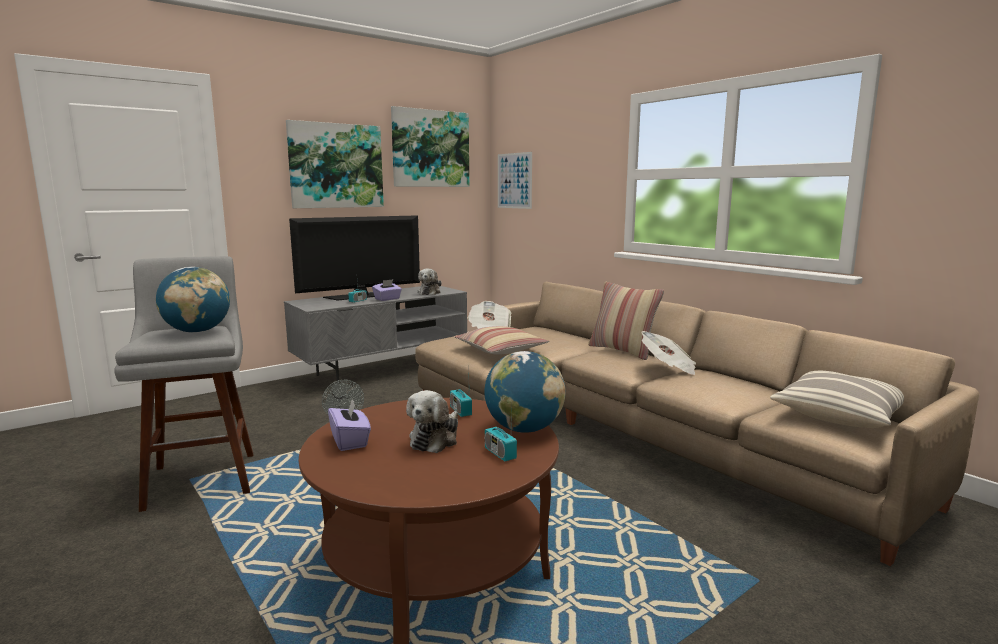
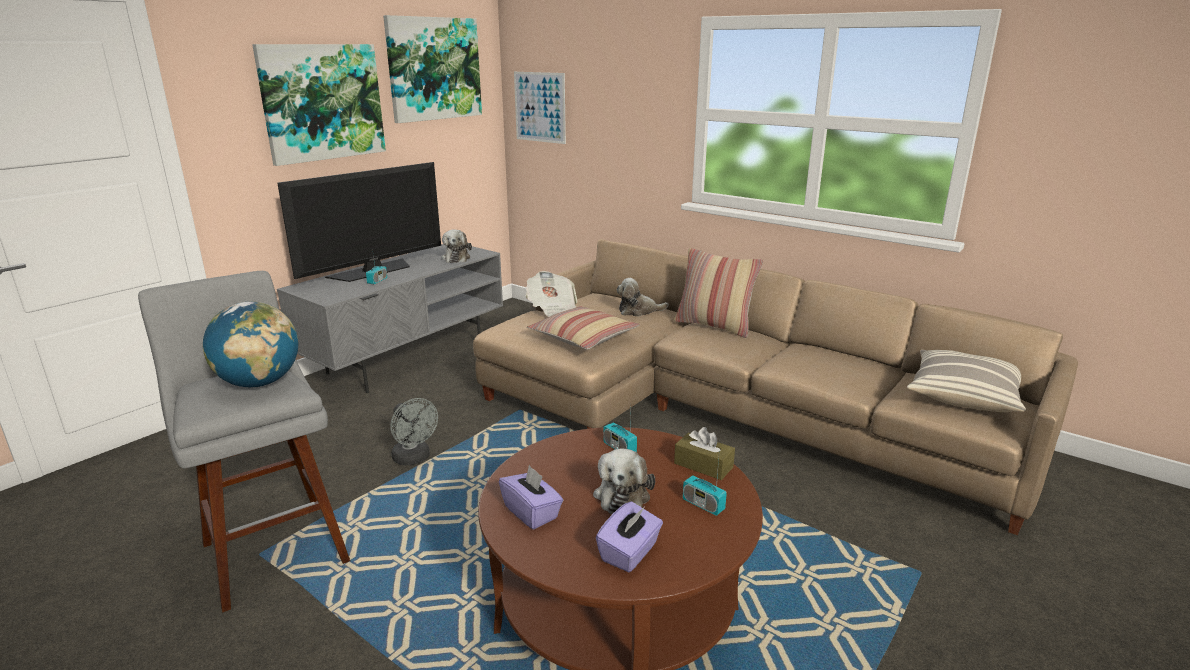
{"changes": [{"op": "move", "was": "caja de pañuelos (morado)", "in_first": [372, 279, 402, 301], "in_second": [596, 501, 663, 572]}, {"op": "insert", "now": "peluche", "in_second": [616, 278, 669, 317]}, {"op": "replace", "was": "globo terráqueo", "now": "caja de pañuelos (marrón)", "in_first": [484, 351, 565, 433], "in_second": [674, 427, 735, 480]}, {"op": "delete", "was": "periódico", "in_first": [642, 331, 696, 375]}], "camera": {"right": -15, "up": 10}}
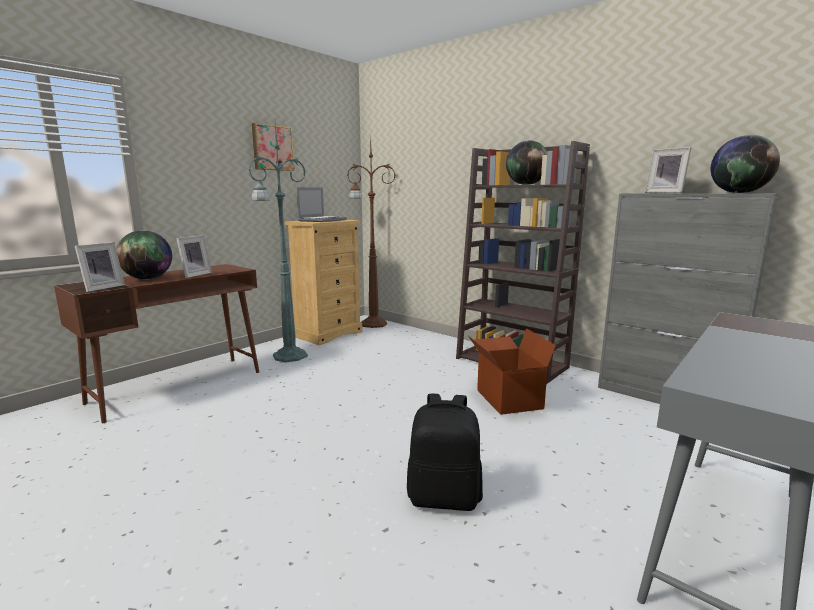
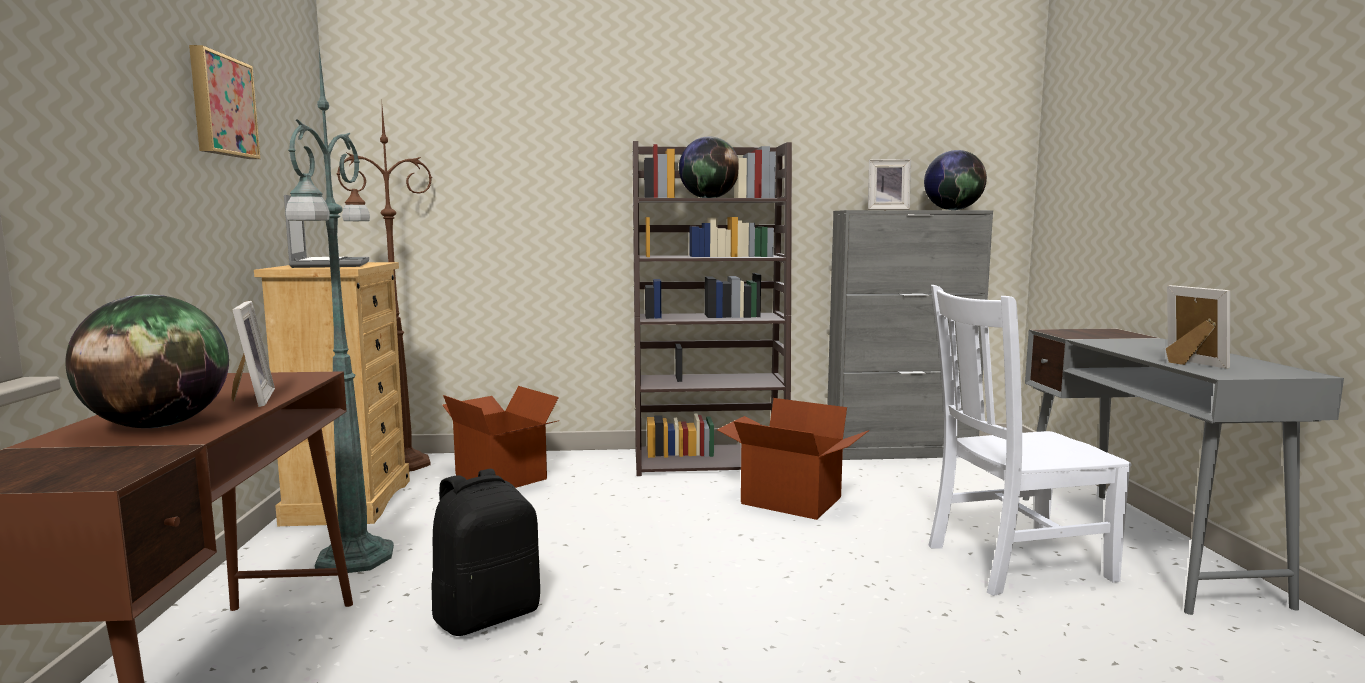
{"changes": [{"op": "move", "was": "mochila (negro)", "in_first": [407, 394, 483, 511], "in_second": [431, 469, 540, 636]}, {"op": "insert", "now": "caja de cartón", "in_second": [442, 386, 559, 488]}, {"op": "insert", "now": "silla (blanco)", "in_second": [929, 285, 1132, 596]}, {"op": "move", "was": "portarretratos", "in_first": [75, 242, 125, 292], "in_second": [1166, 285, 1230, 369]}], "camera": {"right": -45, "up": -5}}
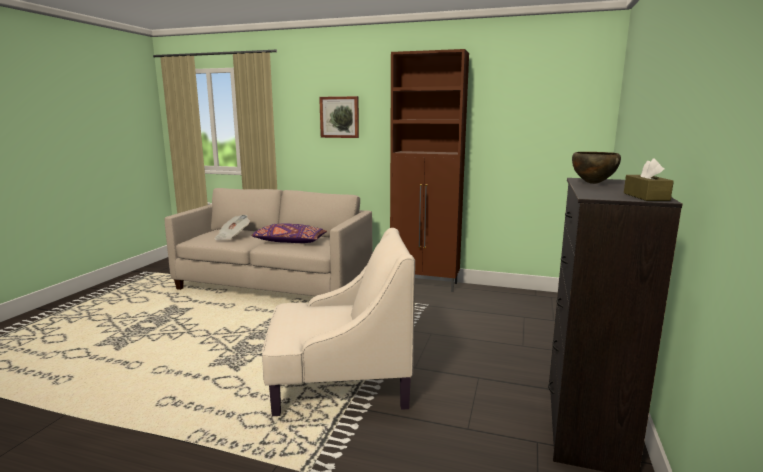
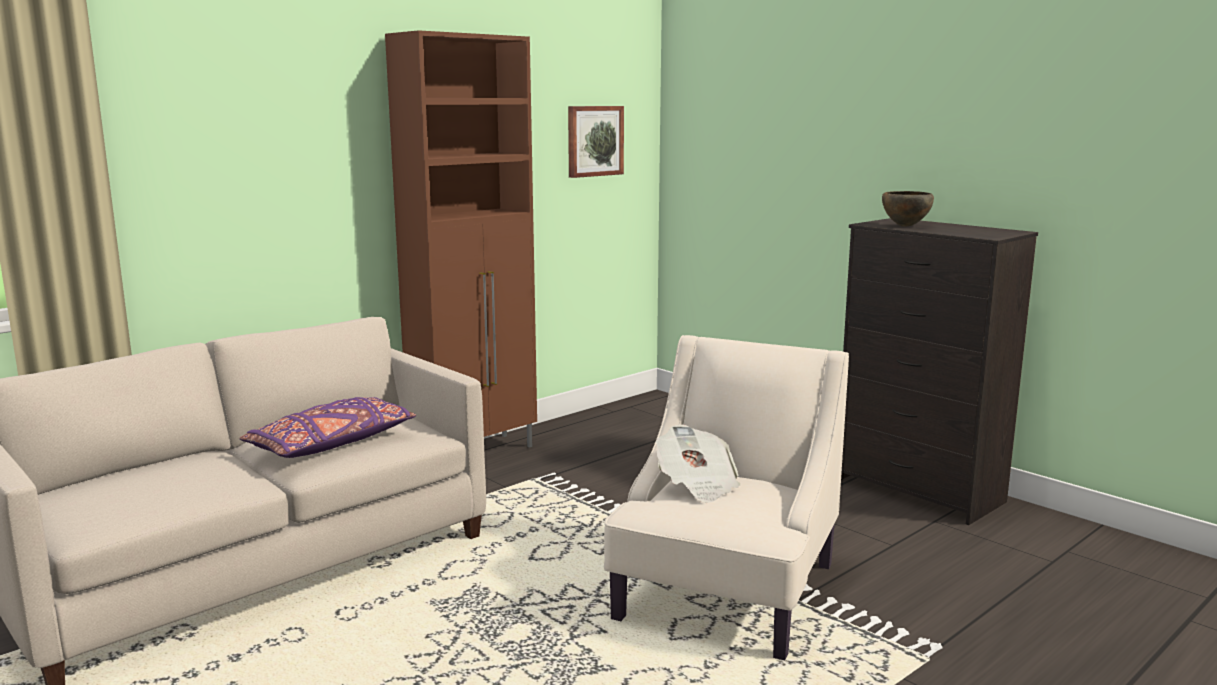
{"changes": [{"op": "move", "was": "cuadro", "in_first": [319, 96, 359, 138], "in_second": [568, 106, 624, 178]}, {"op": "move", "was": "periódico", "in_first": [214, 214, 250, 240], "in_second": [656, 424, 740, 503]}, {"op": "delete", "was": "caja de pañuelos (marrón)", "in_first": [624, 158, 674, 201]}], "camera": {"right": -60, "up": 0}}
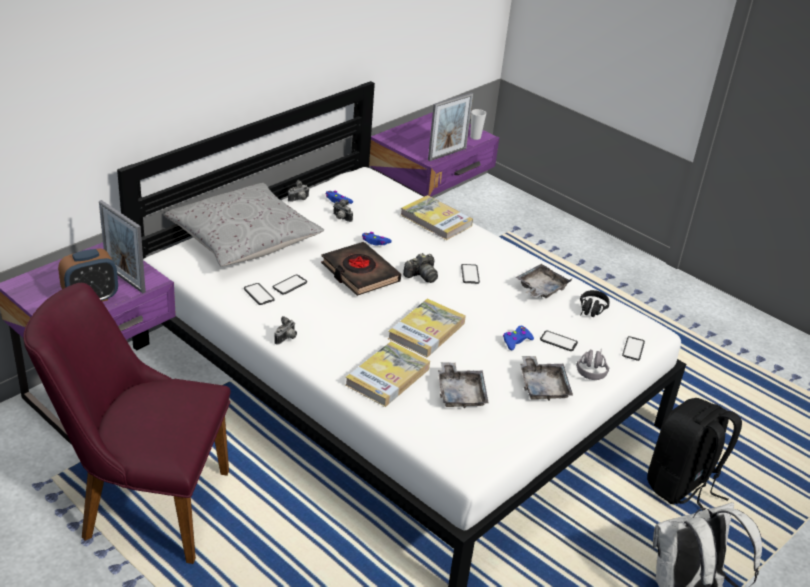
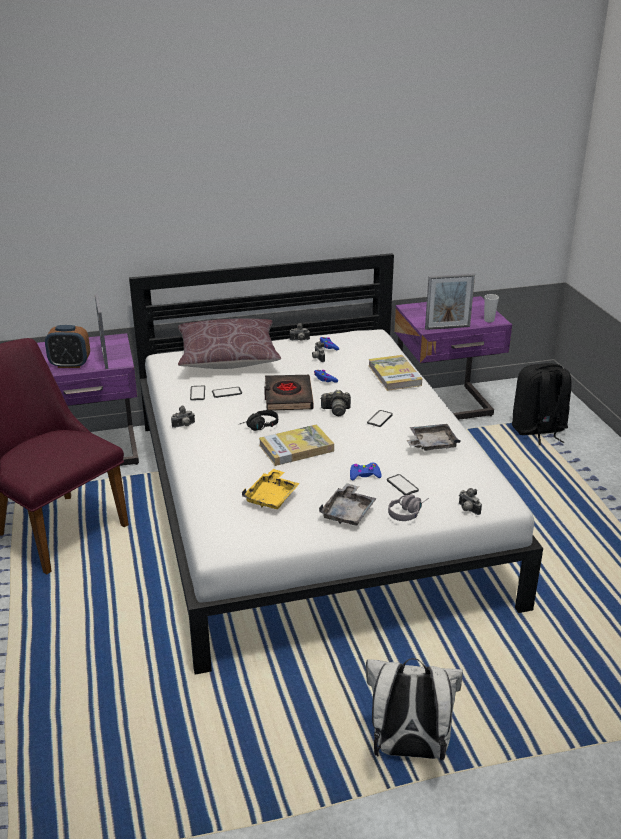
{"changes": [{"op": "recolor", "was": "cojín (gris)", "now": "cojín (marrón)", "in_first": [164, 183, 324, 267], "in_second": [178, 318, 281, 369]}, {"op": "move", "was": "auriculares (negro)", "in_first": [580, 290, 609, 317], "in_second": [238, 410, 278, 431]}, {"op": "recolor", "was": "bandeja (gris)", "now": "bandeja (amarillo)", "in_first": [438, 362, 489, 408], "in_second": [242, 469, 300, 509]}, {"op": "replace", "was": "móvil", "now": "cámara", "in_first": [622, 336, 645, 361], "in_second": [459, 488, 482, 515]}, {"op": "move", "was": "mochila (negro)", "in_first": [647, 398, 742, 510], "in_second": [512, 363, 571, 445]}, {"op": "delete", "was": "libro", "in_first": [345, 341, 430, 407]}], "camera": {"right": 35, "up": -5}}
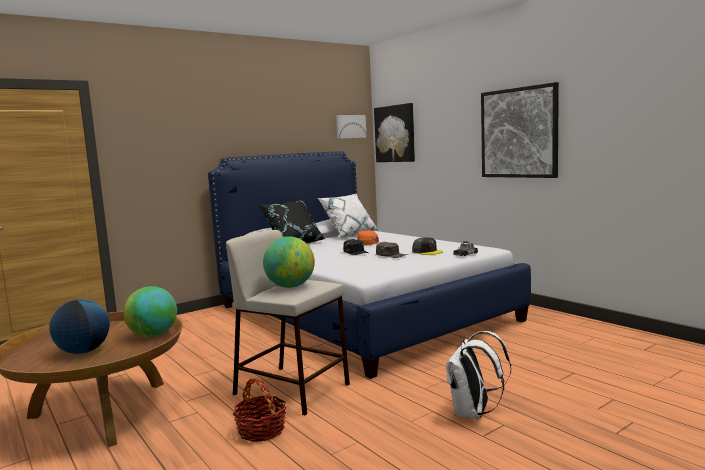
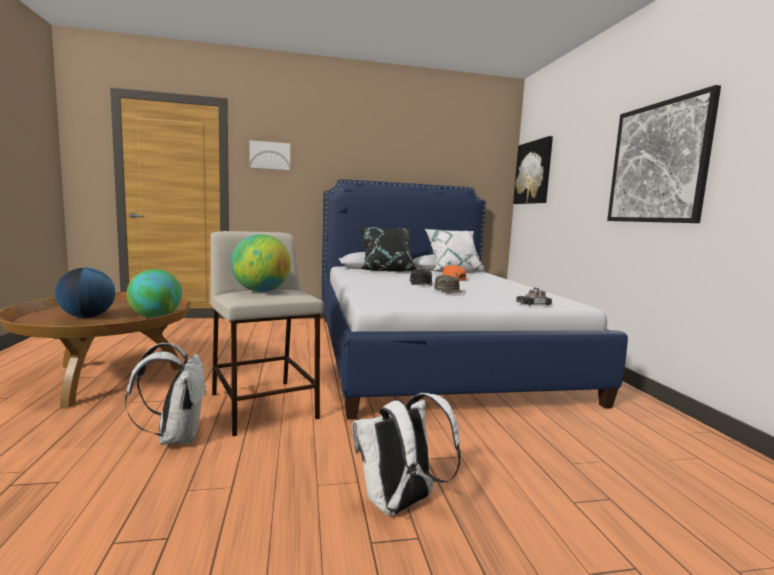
{"changes": [{"op": "replace", "was": "cesta", "now": "mochila (blanco)", "in_first": [233, 377, 286, 442], "in_second": [125, 343, 206, 445]}, {"op": "move", "was": "cuadro", "in_first": [336, 115, 367, 139], "in_second": [249, 140, 291, 171]}, {"op": "delete", "was": "gorra (gris)", "in_first": [412, 237, 443, 255]}], "camera": {"right": 25, "up": 0}}
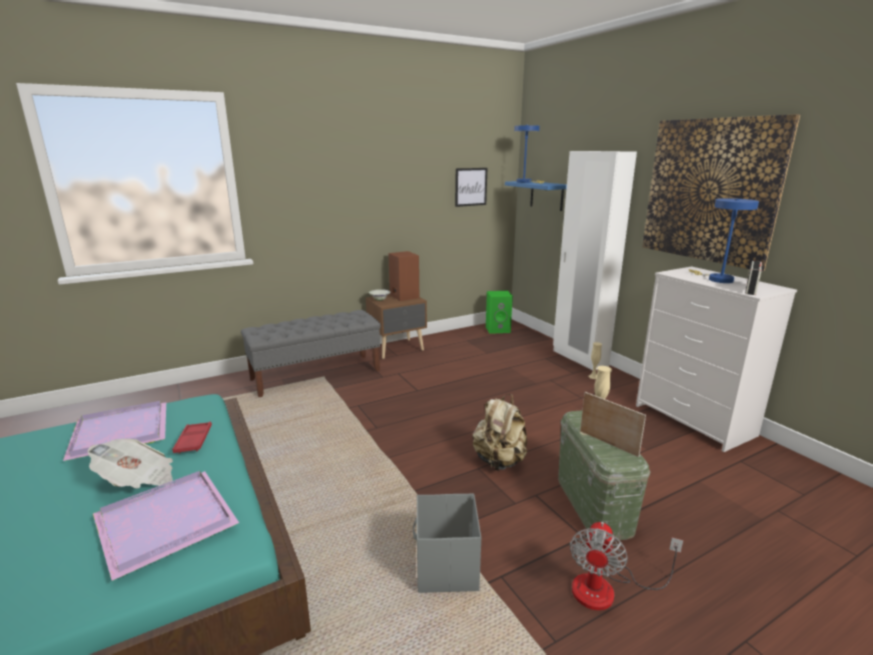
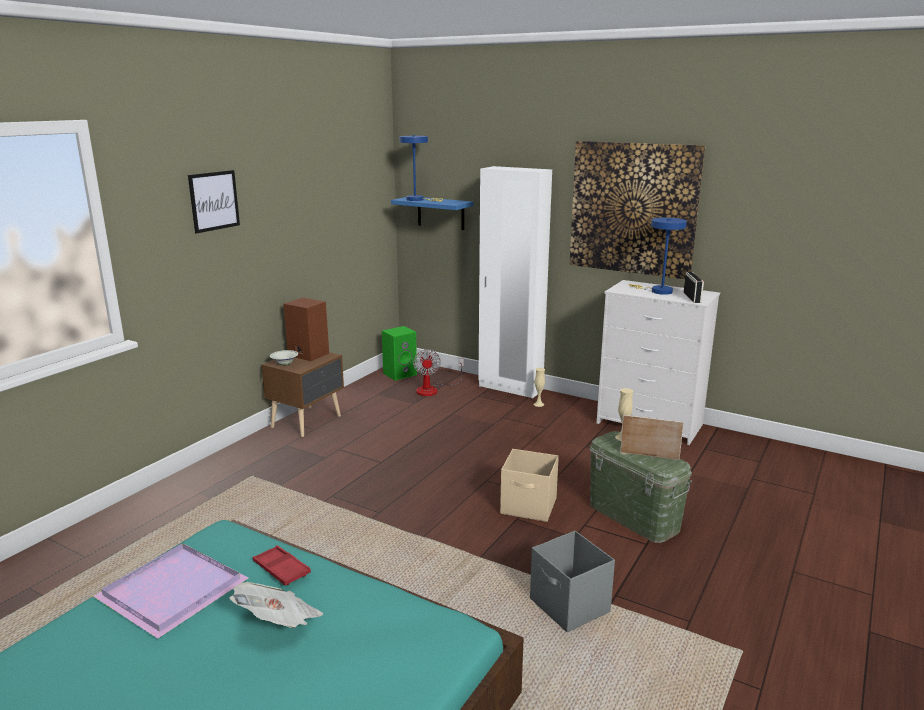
{"changes": [{"op": "move", "was": "cuadro", "in_first": [455, 168, 487, 207], "in_second": [188, 170, 240, 234]}, {"op": "move", "was": "ventilador", "in_first": [570, 522, 683, 610], "in_second": [413, 349, 464, 396]}, {"op": "replace", "was": "mochila (beis)", "now": "caja de almacenaje (beis)", "in_first": [472, 394, 527, 471], "in_second": [500, 449, 559, 522]}, {"op": "delete", "was": "bandeja (morado)", "in_first": [93, 471, 239, 581]}, {"op": "delete", "was": "banco (gris)", "in_first": [241, 310, 381, 397]}], "camera": {"right": -30, "up": 0}}
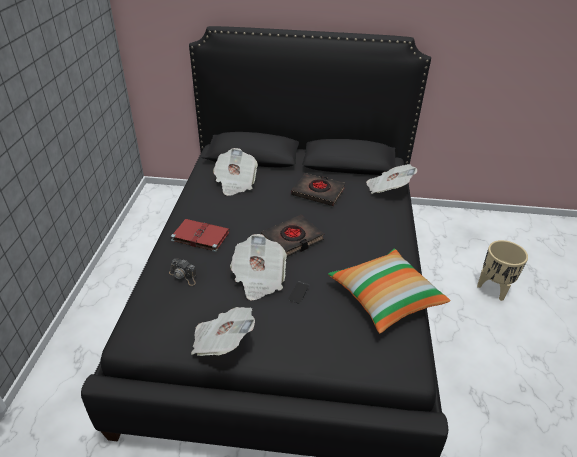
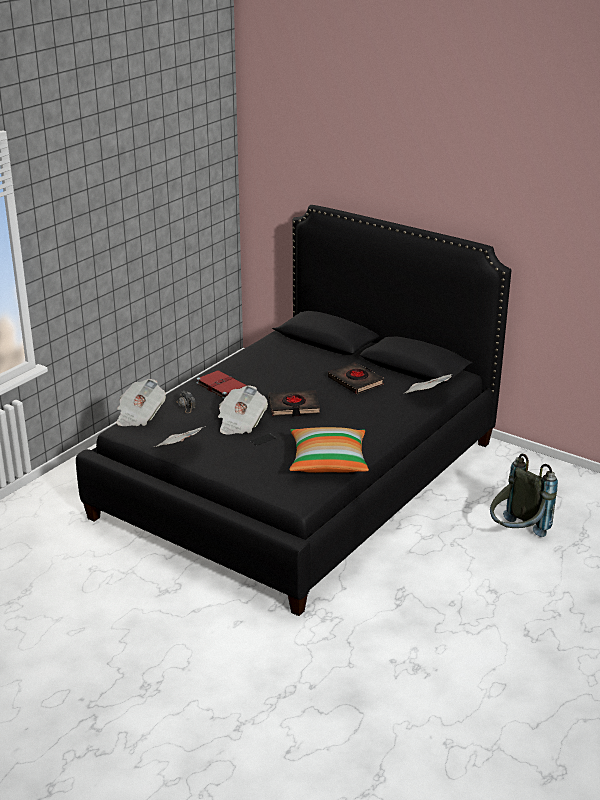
{"changes": [{"op": "move", "was": "periódico", "in_first": [213, 148, 258, 196], "in_second": [116, 379, 166, 426]}, {"op": "replace", "was": "maceta (beis)", "now": "mochila (gris)", "in_first": [477, 240, 528, 301], "in_second": [490, 454, 558, 537]}], "camera": {"right": 30, "up": -10}}
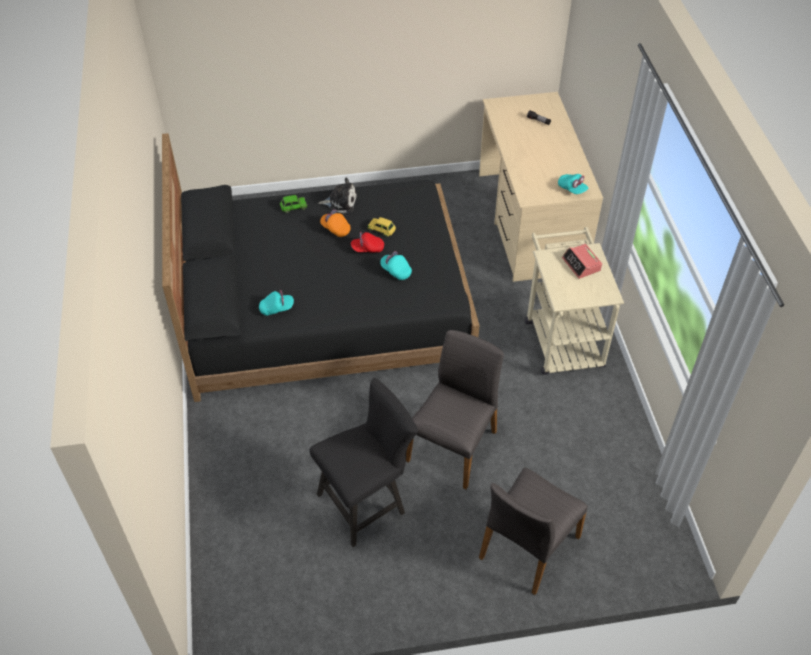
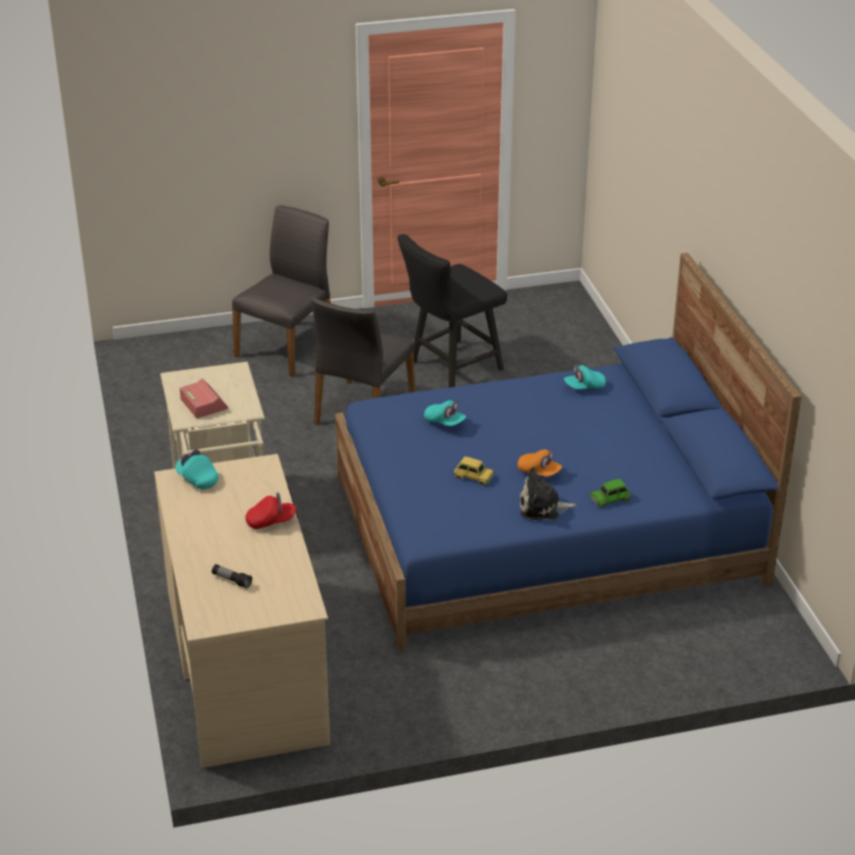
{"changes": [{"op": "move", "was": "gorra (rojo)", "in_first": [351, 232, 384, 253], "in_second": [245, 492, 296, 529]}, {"op": "recolor", "was": "cama (negro)", "now": "cama (azul)", "in_first": [162, 133, 479, 402], "in_second": [335, 253, 802, 650]}], "camera": {"right": 175, "up": -15}}
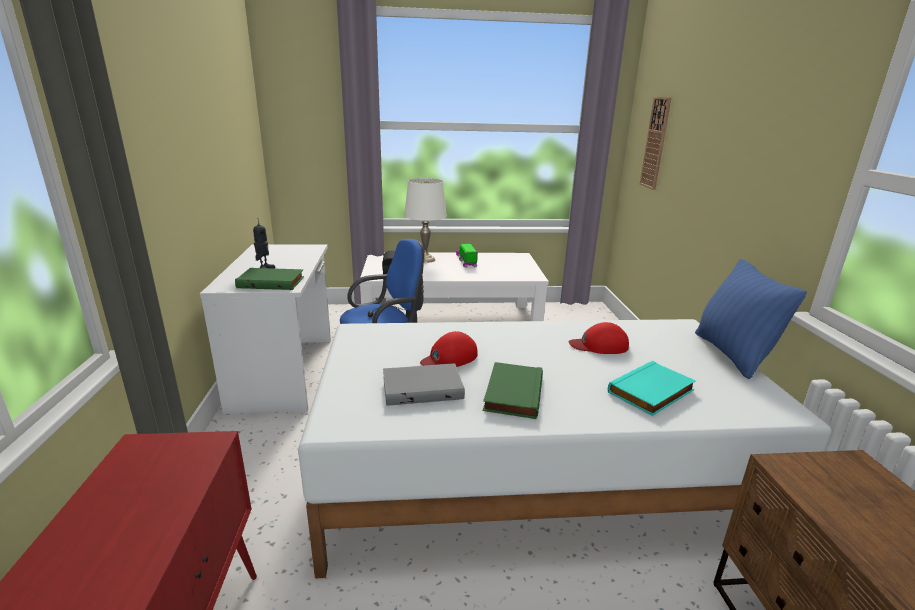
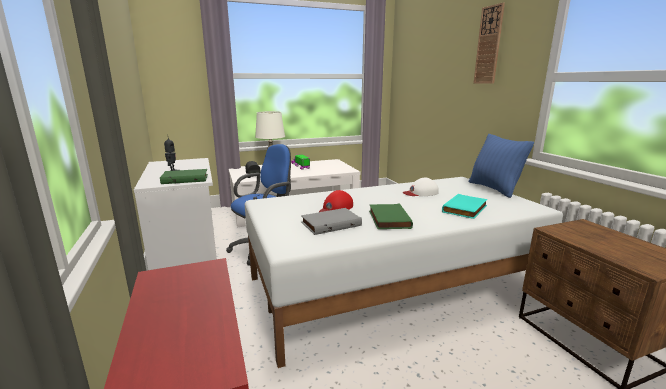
{"changes": [{"op": "recolor", "was": "gorra (rojo)", "now": "gorra (blanco)", "in_first": [568, 322, 629, 354], "in_second": [402, 178, 439, 196]}, {"op": "move", "was": "reloj de pared", "in_first": [640, 97, 672, 190], "in_second": [474, 3, 505, 84]}], "camera": {"right": -15, "up": -5}}
